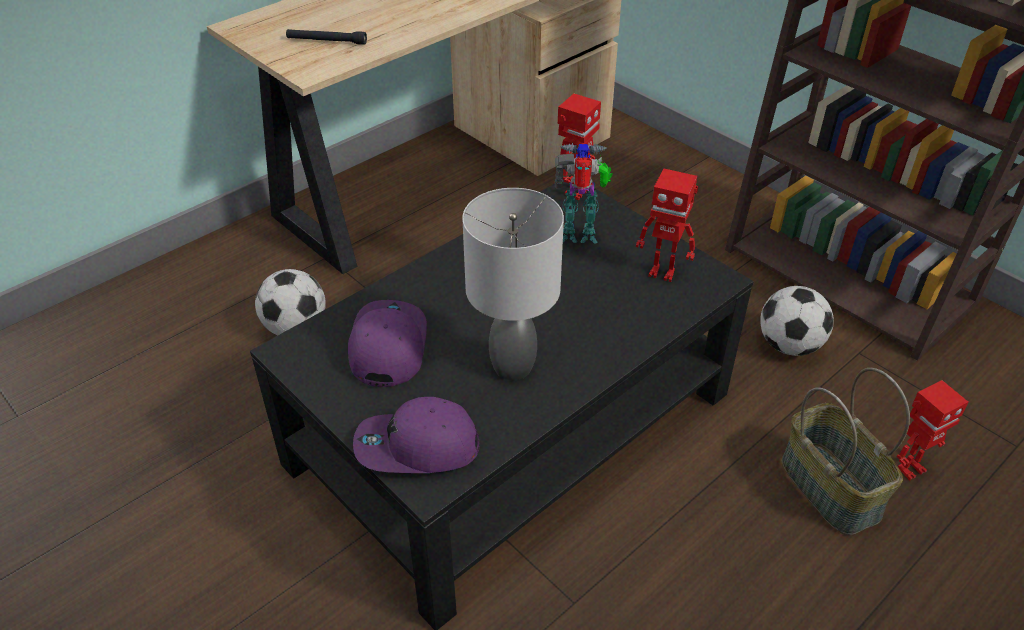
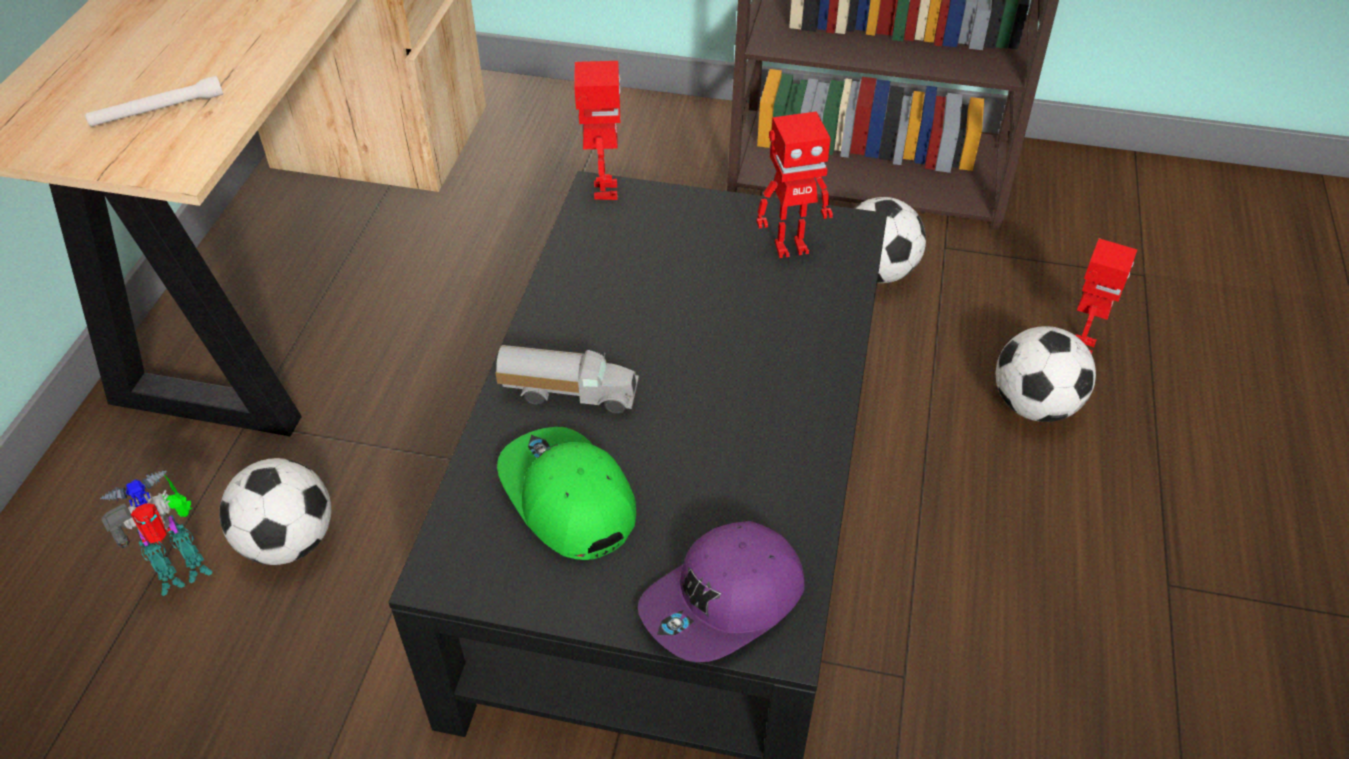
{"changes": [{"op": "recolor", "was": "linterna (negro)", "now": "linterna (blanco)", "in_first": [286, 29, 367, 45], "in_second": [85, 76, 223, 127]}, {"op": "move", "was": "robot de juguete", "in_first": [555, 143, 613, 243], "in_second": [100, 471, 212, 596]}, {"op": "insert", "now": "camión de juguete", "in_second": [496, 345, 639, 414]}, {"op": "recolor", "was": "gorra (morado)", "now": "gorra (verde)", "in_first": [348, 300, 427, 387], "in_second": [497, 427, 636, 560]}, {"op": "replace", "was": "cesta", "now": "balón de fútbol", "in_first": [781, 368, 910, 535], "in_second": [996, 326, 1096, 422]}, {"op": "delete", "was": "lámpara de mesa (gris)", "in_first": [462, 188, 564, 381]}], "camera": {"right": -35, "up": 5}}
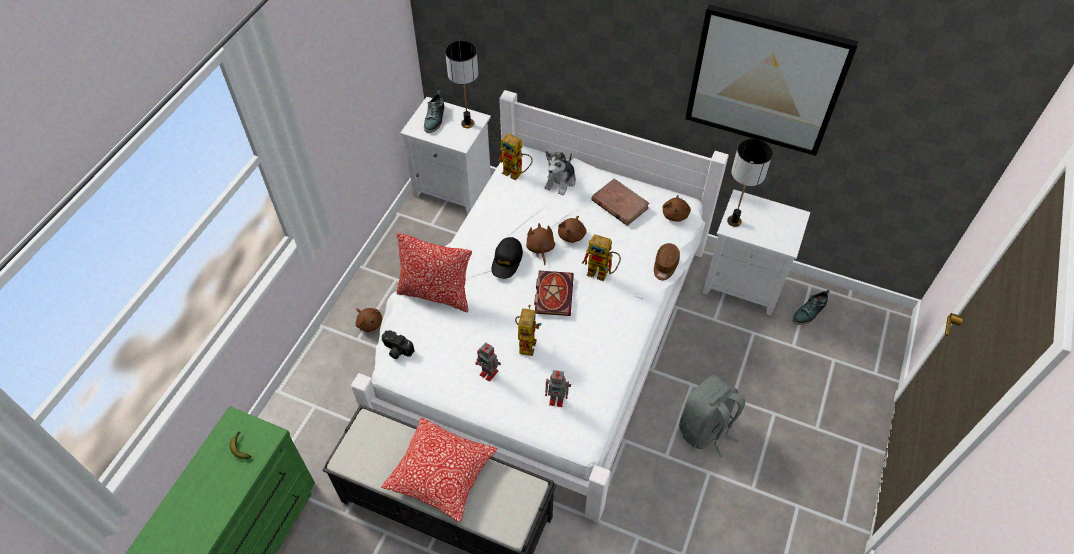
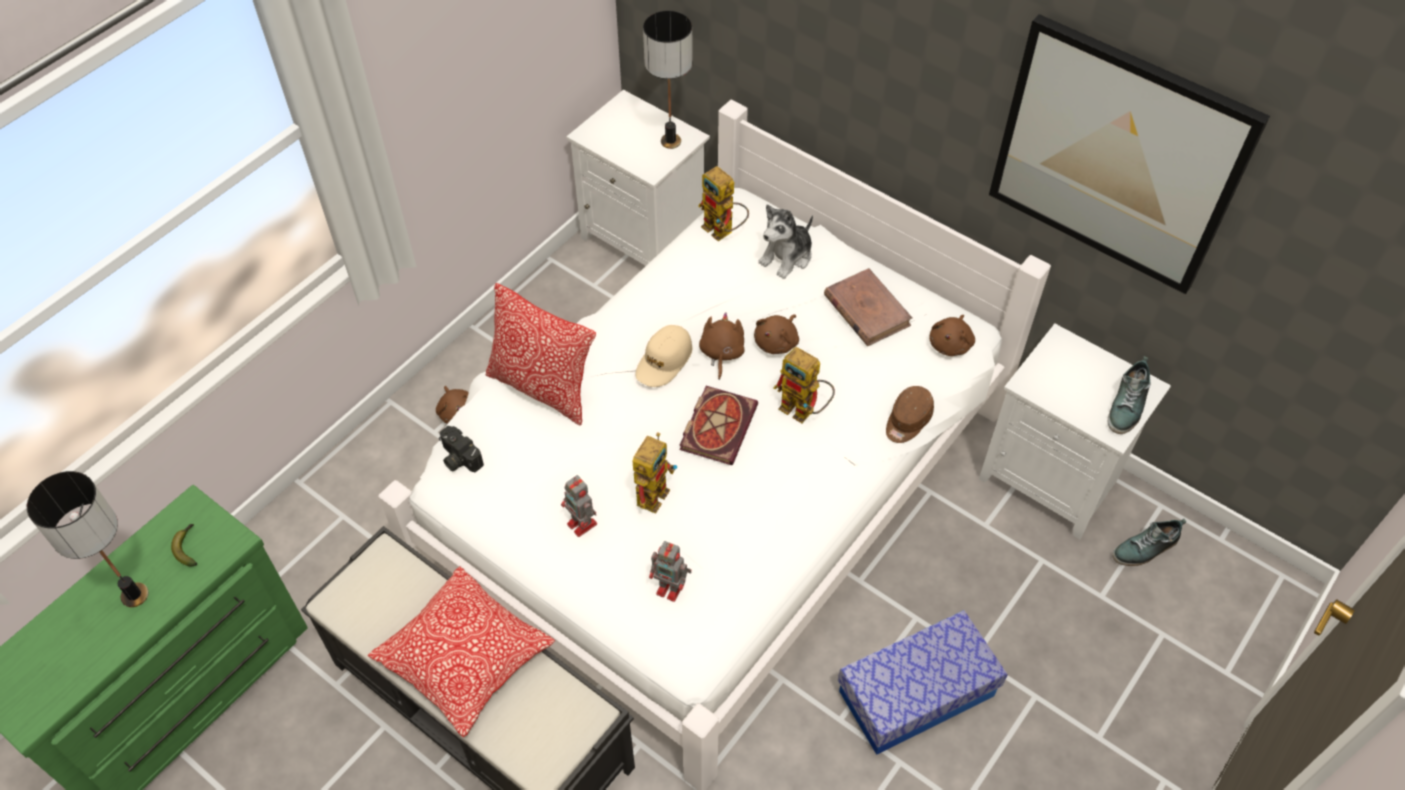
{"changes": [{"op": "move", "was": "lámpara de mesa", "in_first": [727, 139, 773, 227], "in_second": [27, 471, 149, 607]}, {"op": "recolor", "was": "gorra (negro)", "now": "gorra (beis)", "in_first": [492, 237, 523, 279], "in_second": [635, 325, 692, 387]}, {"op": "replace", "was": "mochila (gris)", "now": "caja de almacenaje", "in_first": [679, 375, 745, 458], "in_second": [838, 610, 1008, 755]}, {"op": "move", "was": "zapato", "in_first": [424, 91, 445, 133], "in_second": [1108, 356, 1150, 434]}], "camera": {"right": 15, "up": 0}}
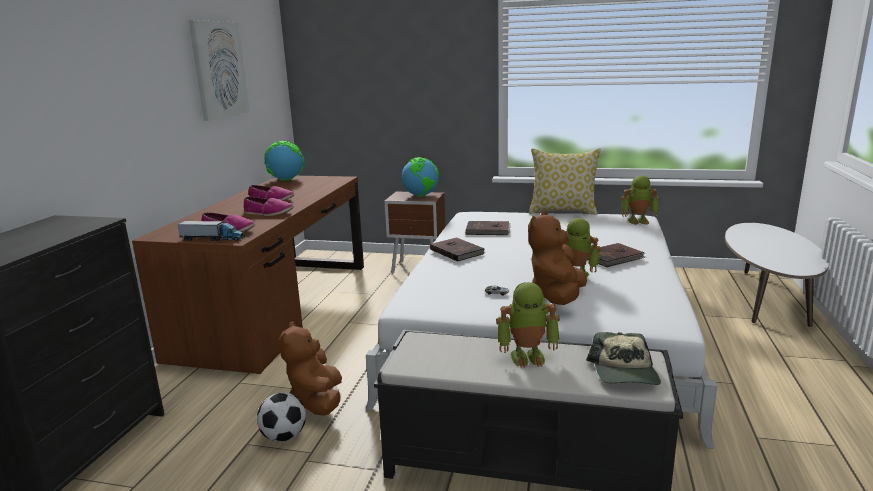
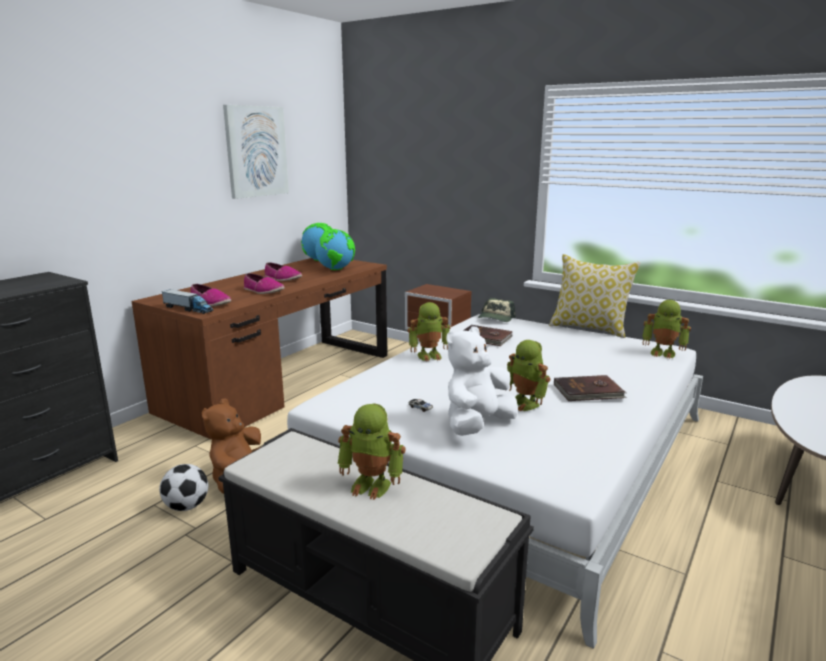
{"changes": [{"op": "move", "was": "globo terráqueo", "in_first": [402, 157, 439, 197], "in_second": [315, 229, 355, 270]}, {"op": "replace", "was": "libro (marrón)", "now": "robot de juguete", "in_first": [430, 237, 485, 262], "in_second": [408, 302, 451, 362]}, {"op": "recolor", "was": "peluche (marrón)", "now": "peluche (blanco)", "in_first": [528, 211, 587, 305], "in_second": [446, 326, 518, 436]}, {"op": "move", "was": "gorra", "in_first": [586, 332, 661, 385], "in_second": [478, 298, 516, 322]}], "camera": {"right": 20, "up": 0}}
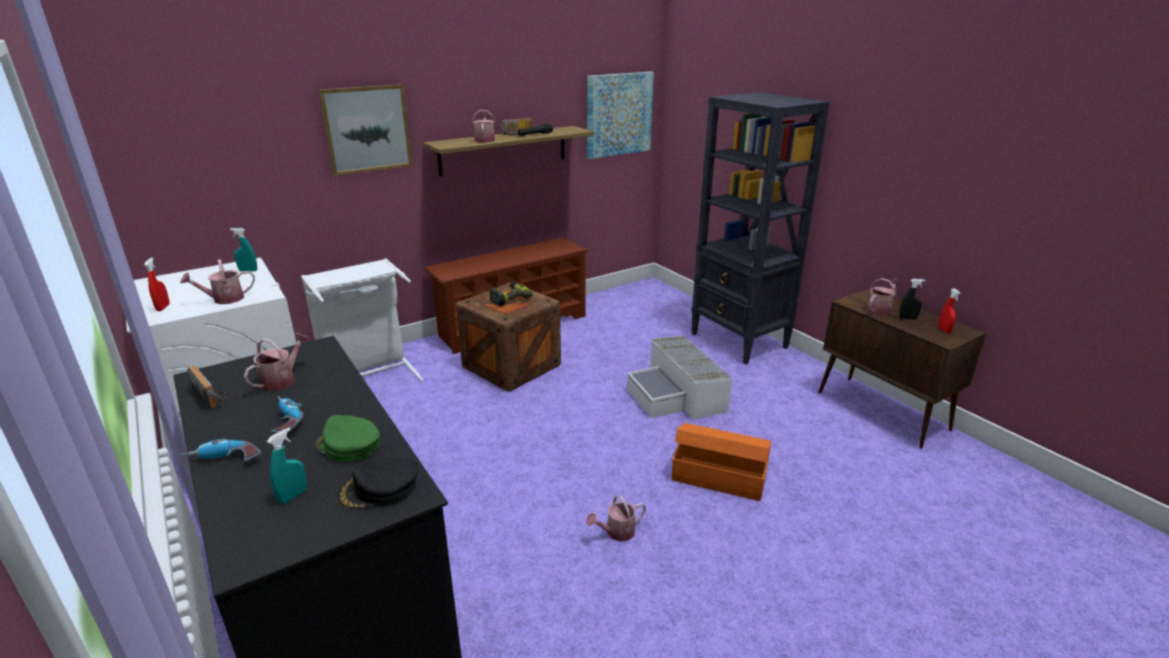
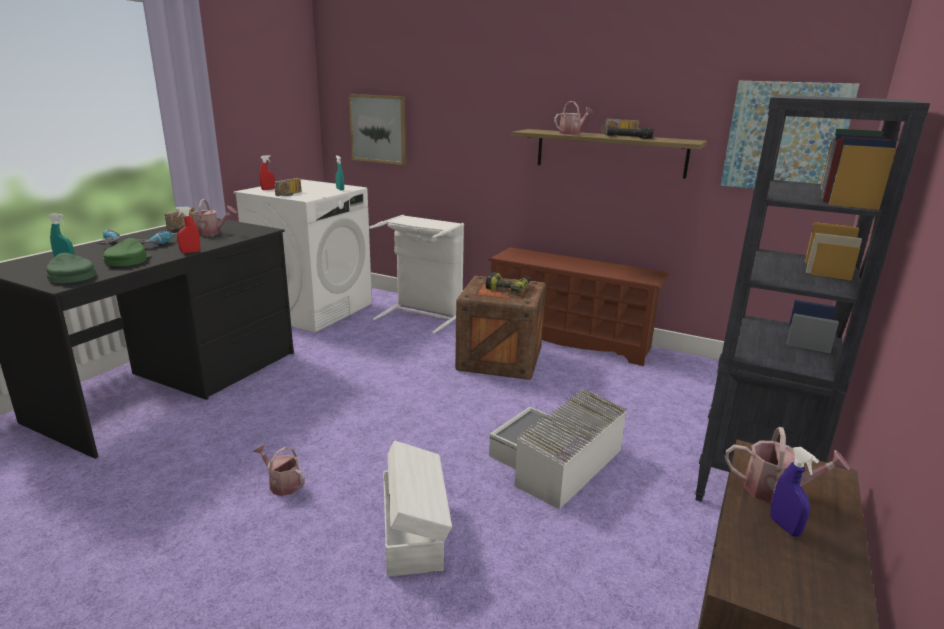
{"changes": [{"op": "recolor", "was": "gorra (negro)", "now": "gorra (verde)", "in_first": [338, 457, 419, 508], "in_second": [46, 253, 96, 283]}, {"op": "move", "was": "pulverizador (rojo)", "in_first": [939, 288, 961, 333], "in_second": [175, 206, 200, 253]}, {"op": "replace", "was": "regadera", "now": "radio", "in_first": [180, 259, 255, 304], "in_second": [274, 178, 302, 196]}, {"op": "move", "was": "cuadro", "in_first": [318, 84, 412, 176], "in_second": [349, 94, 406, 165]}, {"op": "recolor", "was": "caja de almacenaje (naranja)", "now": "caja de almacenaje (blanco)", "in_first": [671, 423, 771, 501], "in_second": [383, 440, 452, 576]}, {"op": "recolor", "was": "pulverizador (negro)", "now": "pulverizador (azul)", "in_first": [899, 279, 925, 320], "in_second": [770, 447, 819, 537]}], "camera": {"right": 60, "up": -5}}
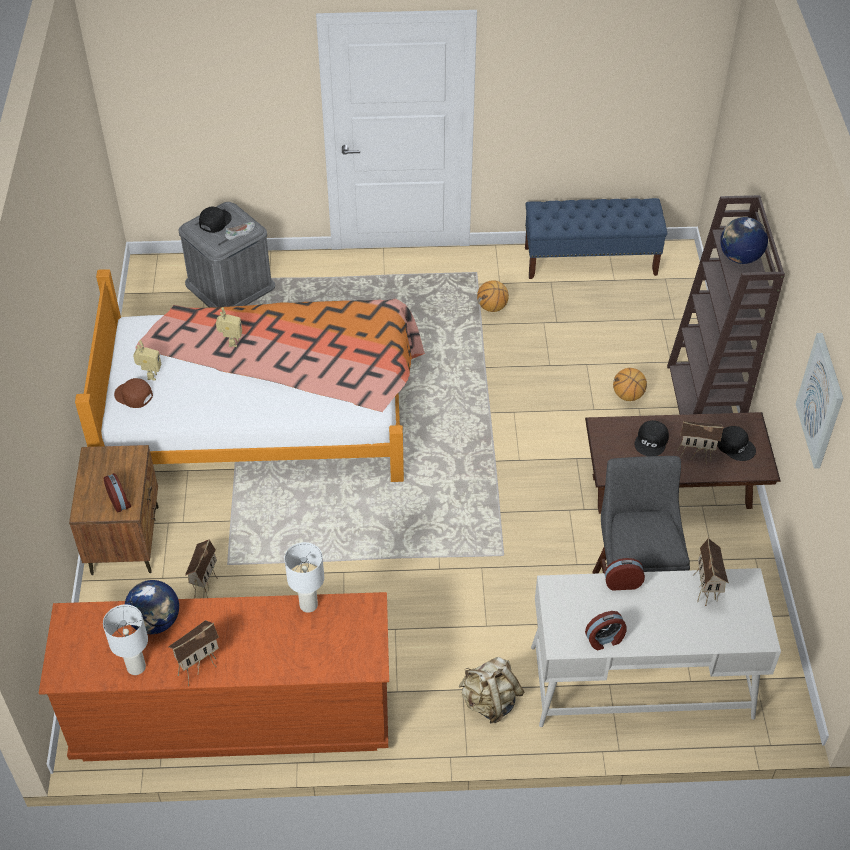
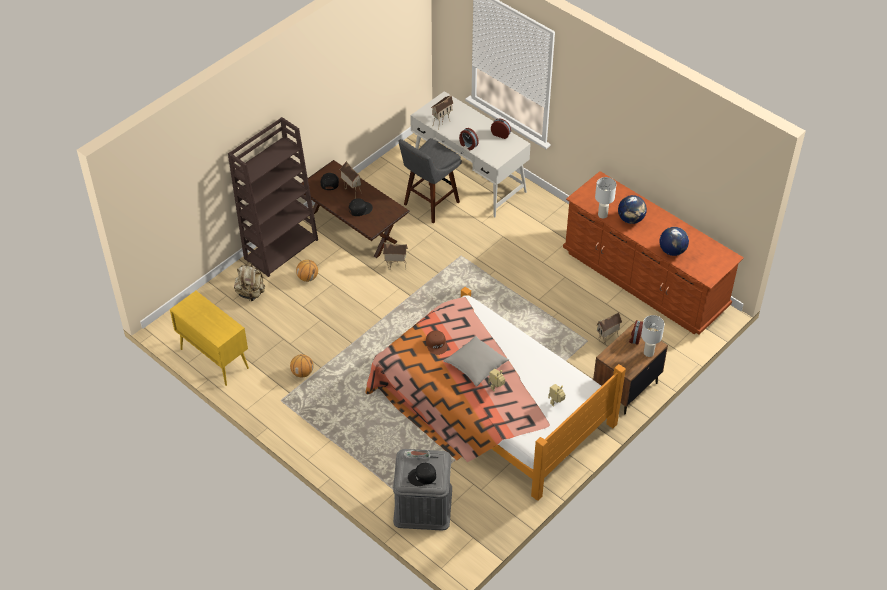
{"changes": [{"op": "replace", "was": "banco (azul)", "now": "armario (amarillo)", "in_first": [525, 198, 667, 279], "in_second": [170, 291, 249, 386]}, {"op": "move", "was": "mochila (beis)", "in_first": [459, 657, 525, 723], "in_second": [234, 262, 265, 301]}, {"op": "move", "was": "casita", "in_first": [168, 620, 219, 687], "in_second": [383, 243, 408, 269]}, {"op": "move", "was": "gorra (marrón)", "in_first": [114, 378, 153, 408], "in_second": [426, 330, 448, 355]}, {"op": "insert", "now": "cojín (gris)", "in_second": [443, 336, 509, 387]}, {"op": "move", "was": "globo terráqueo", "in_first": [720, 217, 768, 264], "in_second": [618, 195, 647, 224]}, {"op": "move", "was": "lámpara de mesa (blanco)", "in_first": [103, 604, 148, 675], "in_second": [641, 315, 665, 357]}, {"op": "delete", "was": "cuadro", "in_first": [796, 333, 843, 469]}], "camera": {"right": -135, "up": 0}}
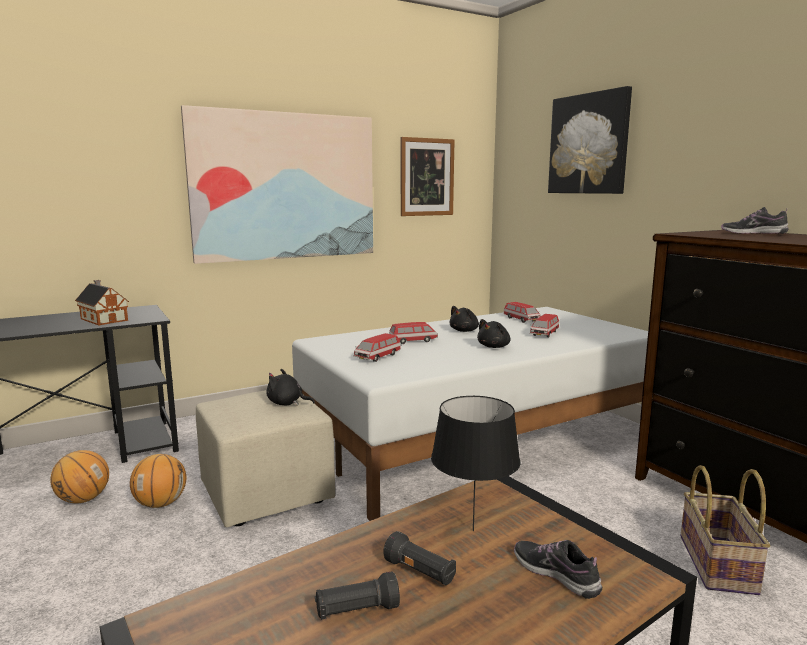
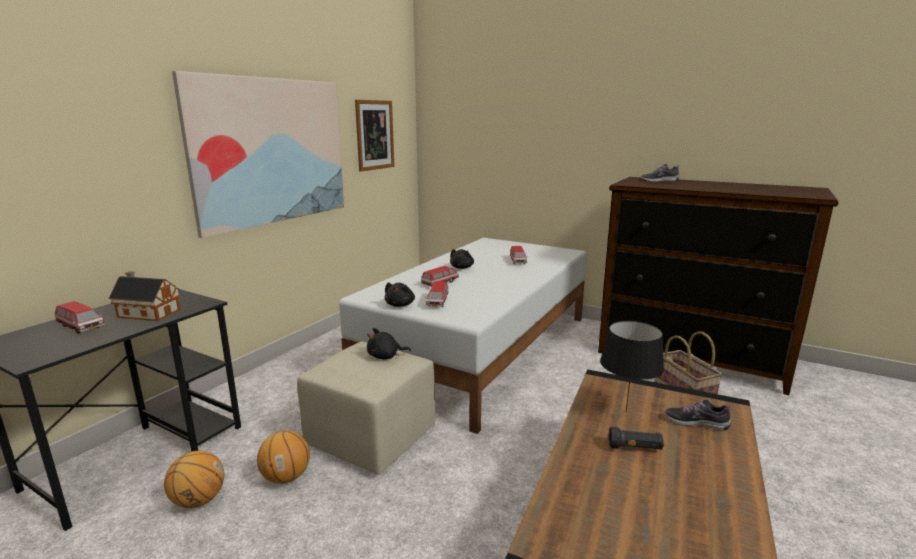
{"changes": [{"op": "move", "was": "coche de juguete", "in_first": [504, 302, 541, 323], "in_second": [55, 301, 105, 334]}, {"op": "move", "was": "peluche (negro)", "in_first": [477, 319, 511, 348], "in_second": [385, 282, 415, 307]}, {"op": "delete", "was": "linterna (negro)", "in_first": [315, 572, 400, 620]}, {"op": "delete", "was": "cuadro", "in_first": [548, 86, 632, 194]}], "camera": {"right": -30, "up": 5}}
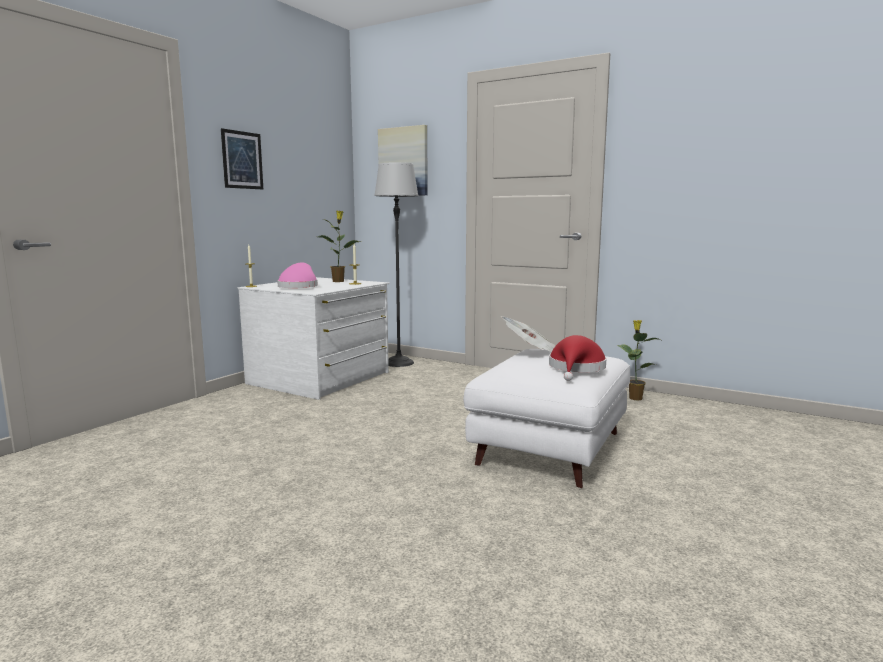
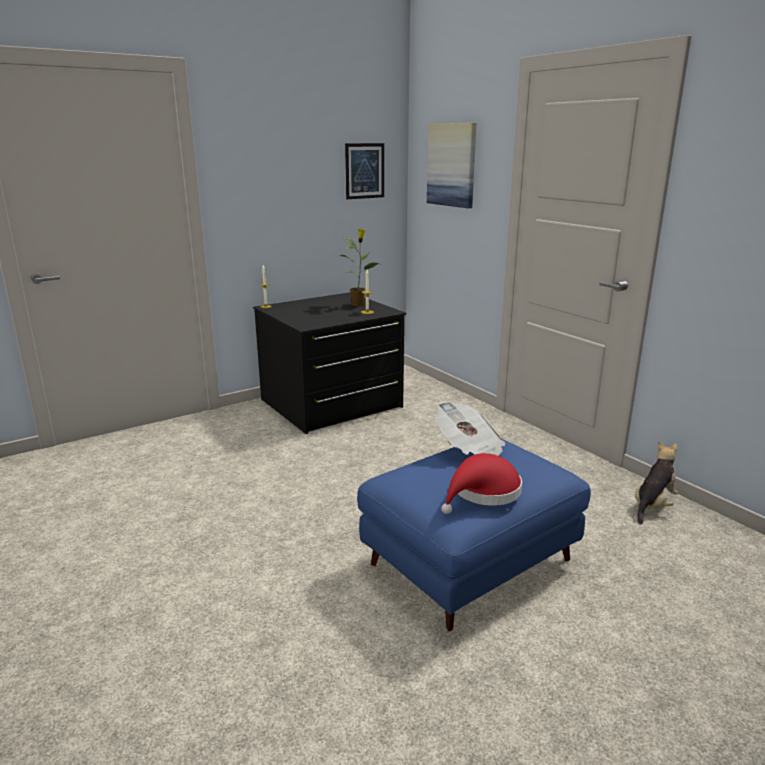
{"changes": [{"op": "recolor", "was": "cómoda (blanco)", "now": "cómoda (negro)", "in_first": [237, 277, 389, 400], "in_second": [253, 292, 407, 434]}, {"op": "move", "was": "cuadro", "in_first": [221, 128, 263, 189], "in_second": [345, 143, 384, 199]}, {"op": "recolor", "was": "puf (blanco)", "now": "puf (azul)", "in_first": [463, 349, 630, 488], "in_second": [357, 438, 591, 632]}, {"op": "replace", "was": "planta en maceta", "now": "peluche", "in_first": [617, 320, 663, 400], "in_second": [635, 441, 678, 524]}, {"op": "delete", "was": "sombrero (rosa)", "in_first": [277, 263, 318, 288]}, {"op": "delete", "was": "lámpara de pie", "in_first": [374, 163, 418, 367]}], "camera": {"right": 25, "up": 10}}
